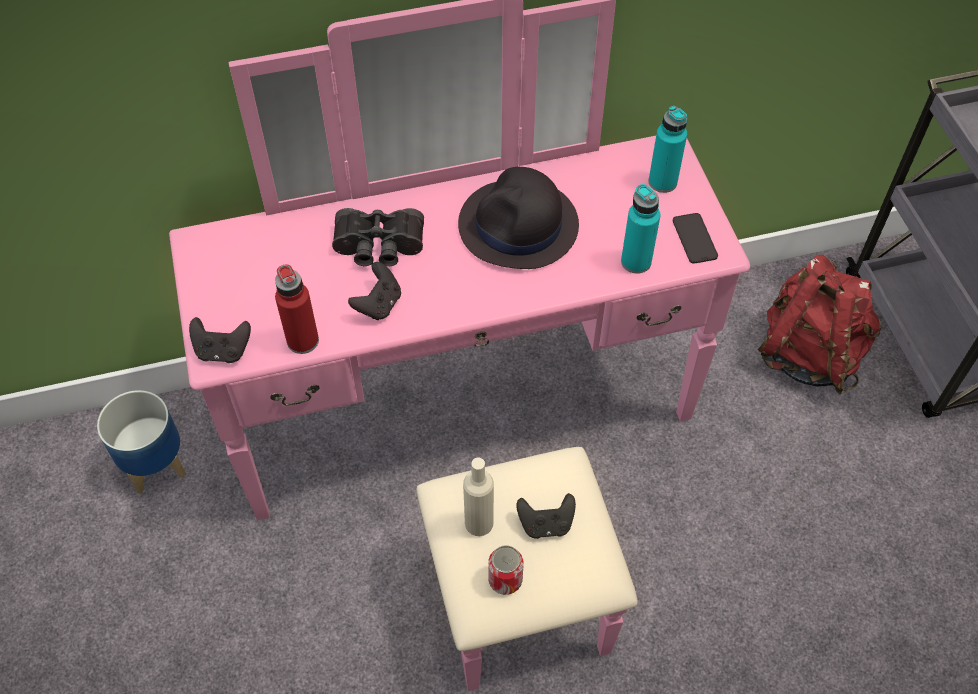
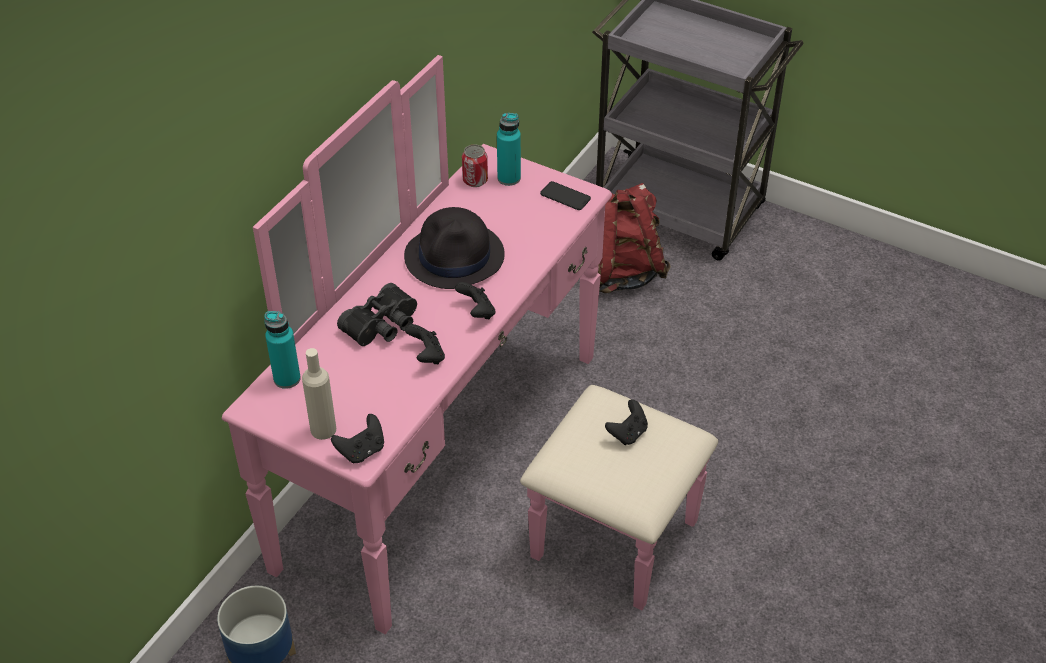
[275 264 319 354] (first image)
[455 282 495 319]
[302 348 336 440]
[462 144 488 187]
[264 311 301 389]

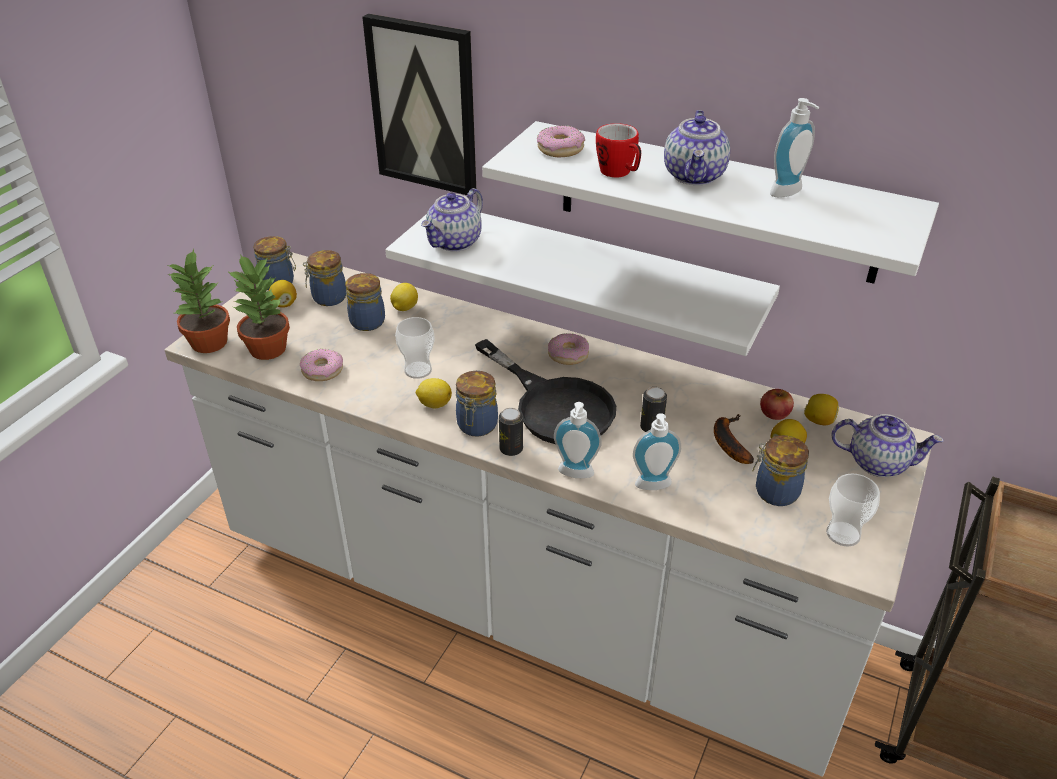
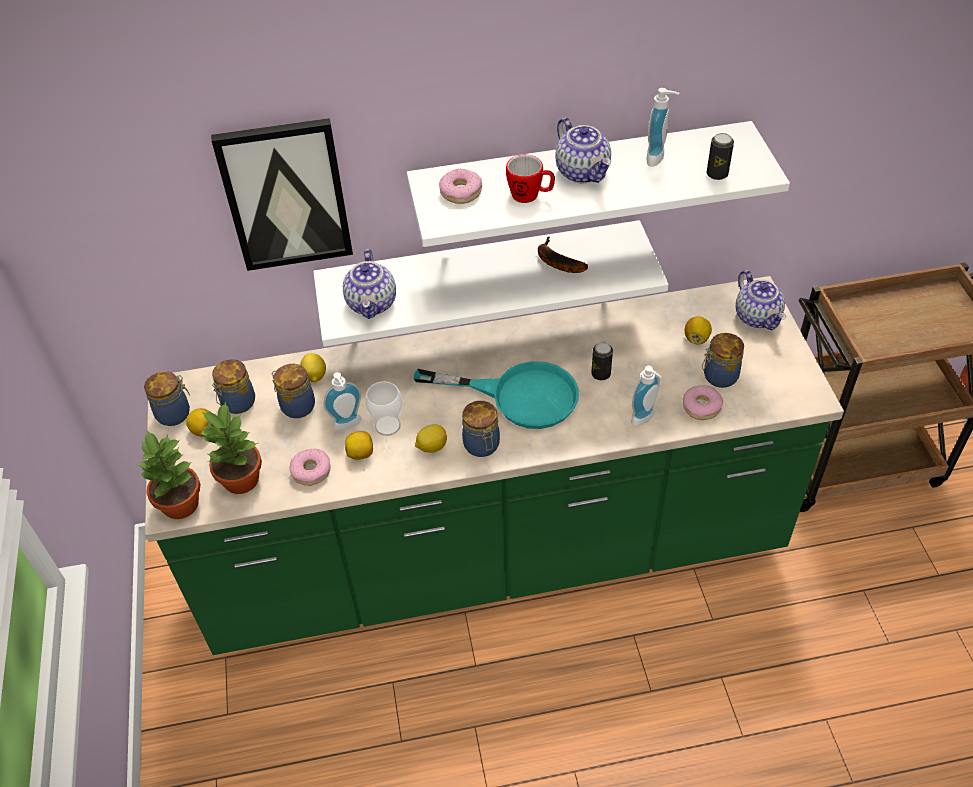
[760 389 794 420] (first image)
[826 473 880 547] (first image)
[707 133 734 180]
[683 385 723 420]
[323 372 362 431]
[538 236 588 273]
[345 431 373 460]
[145 276 844 655]
[414 361 579 429]
[736 270 786 330]

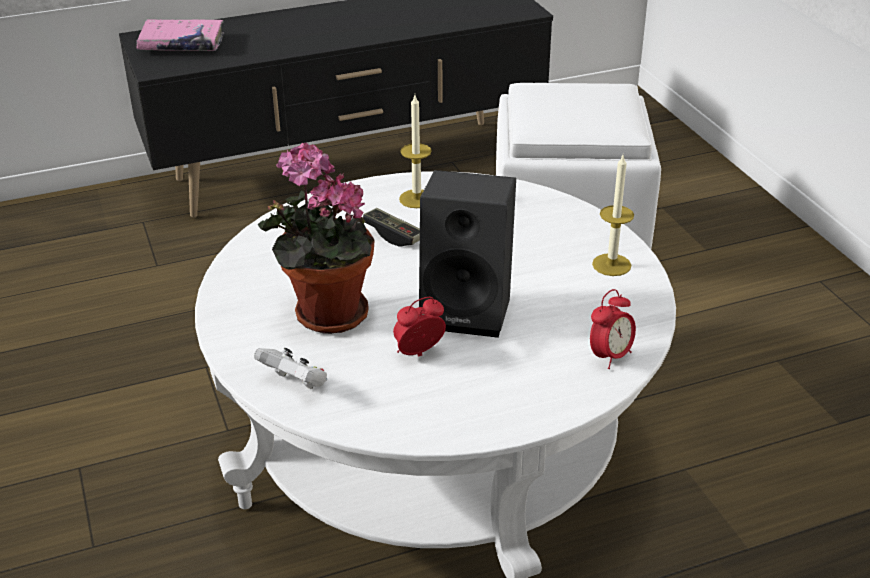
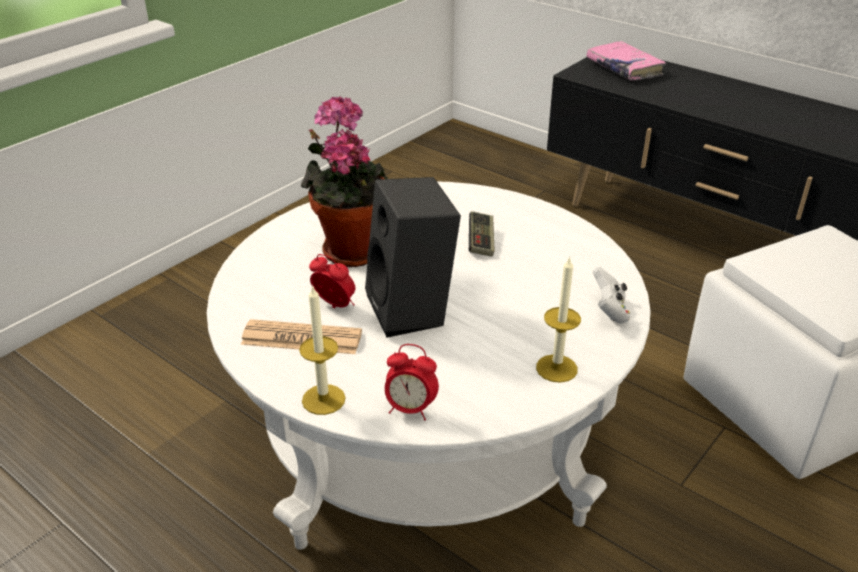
[241 319 362 354]
[592 267 630 324]
[299 287 346 415]

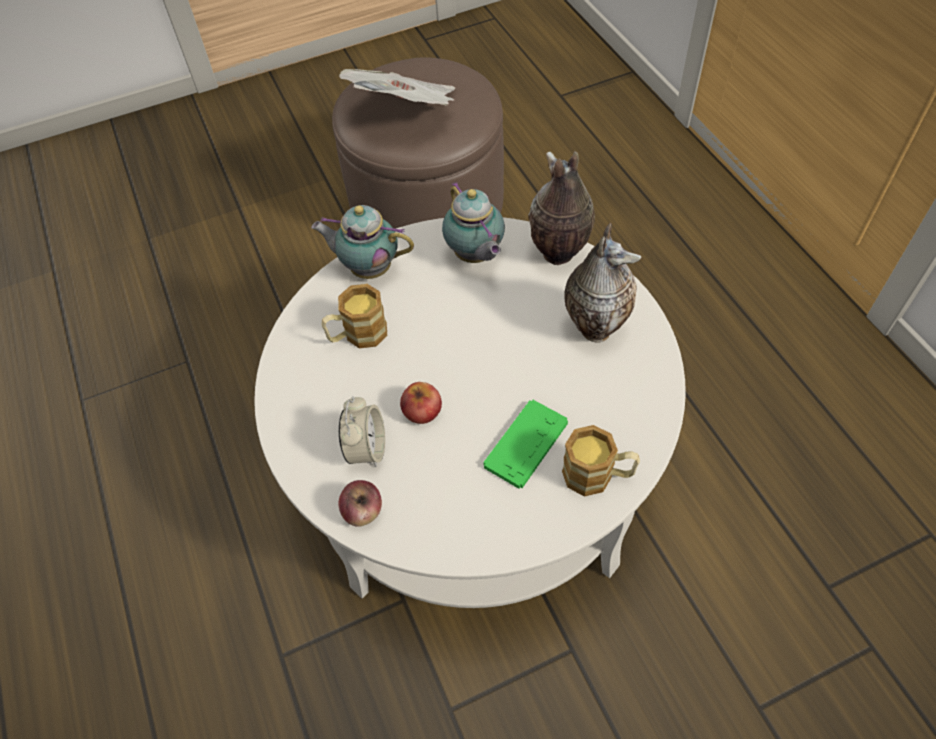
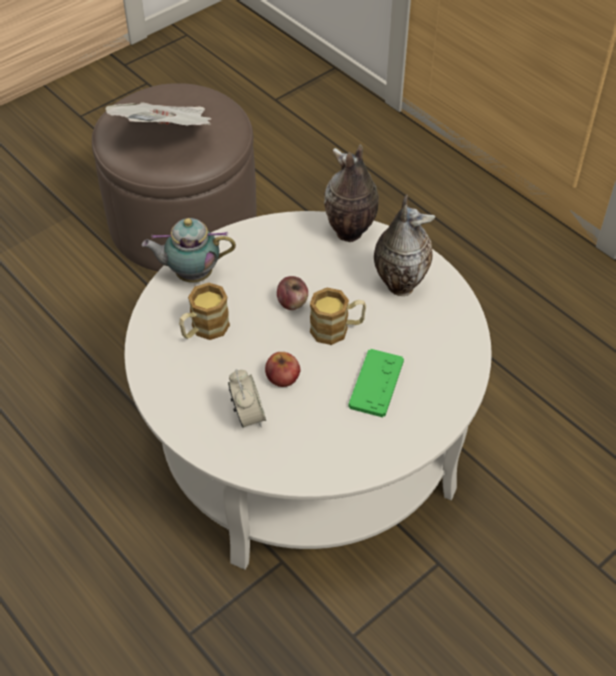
[442 181 505 263] (first image)
[277 276 308 310]
[310 288 366 345]

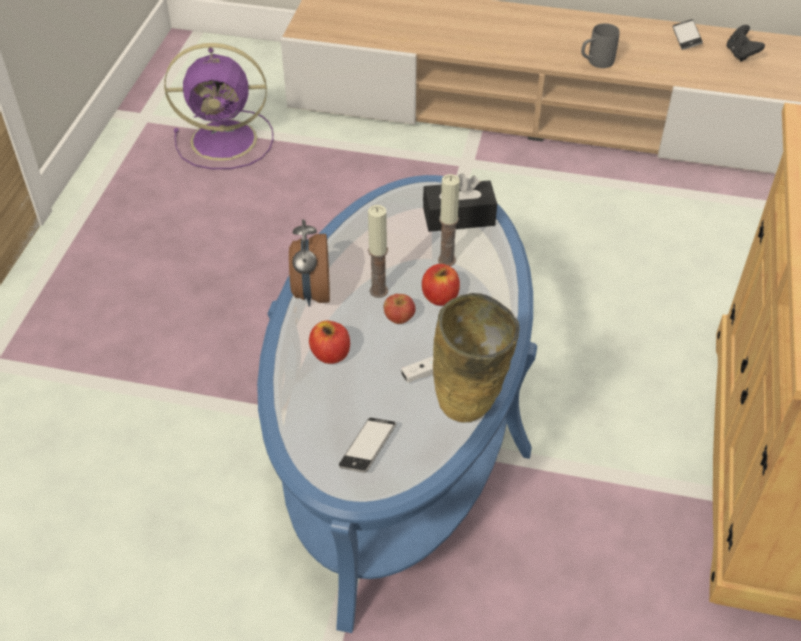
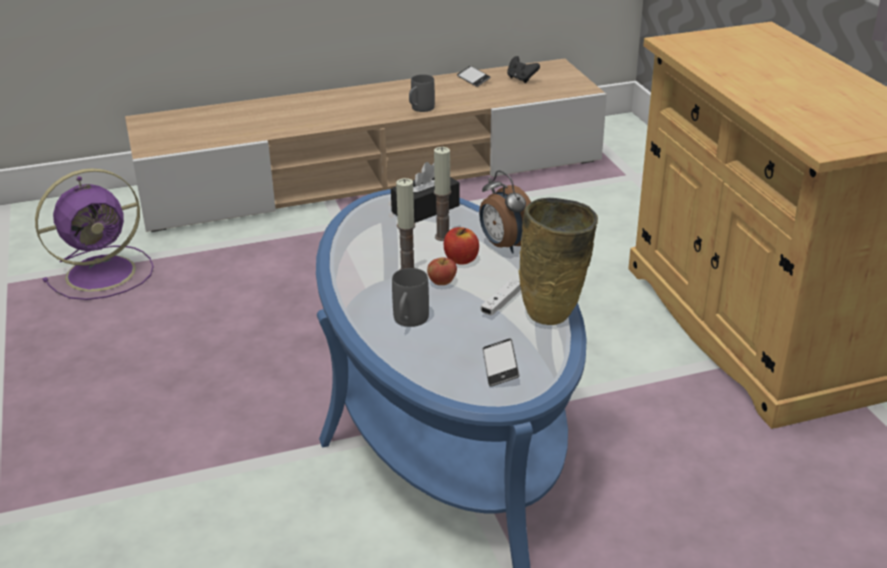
[479 170 531 254]
[392 268 429 327]

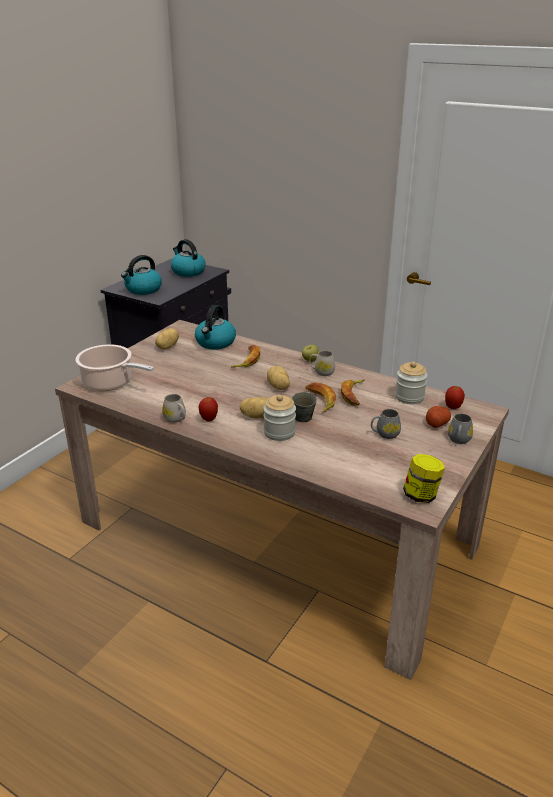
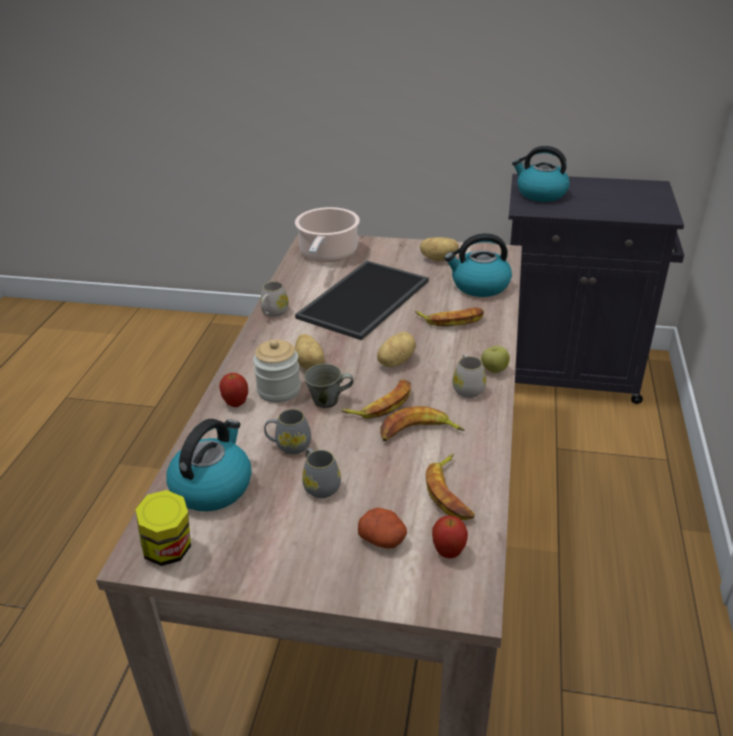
[295 261 429 340]
[166 419 252 511]
[219 373 248 407]
[264 409 311 454]
[426 454 475 520]

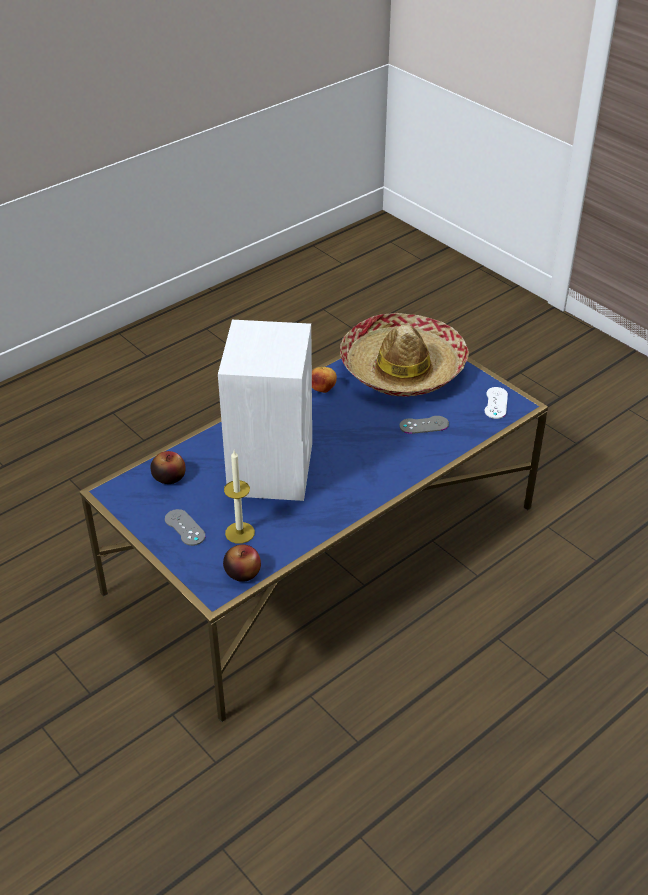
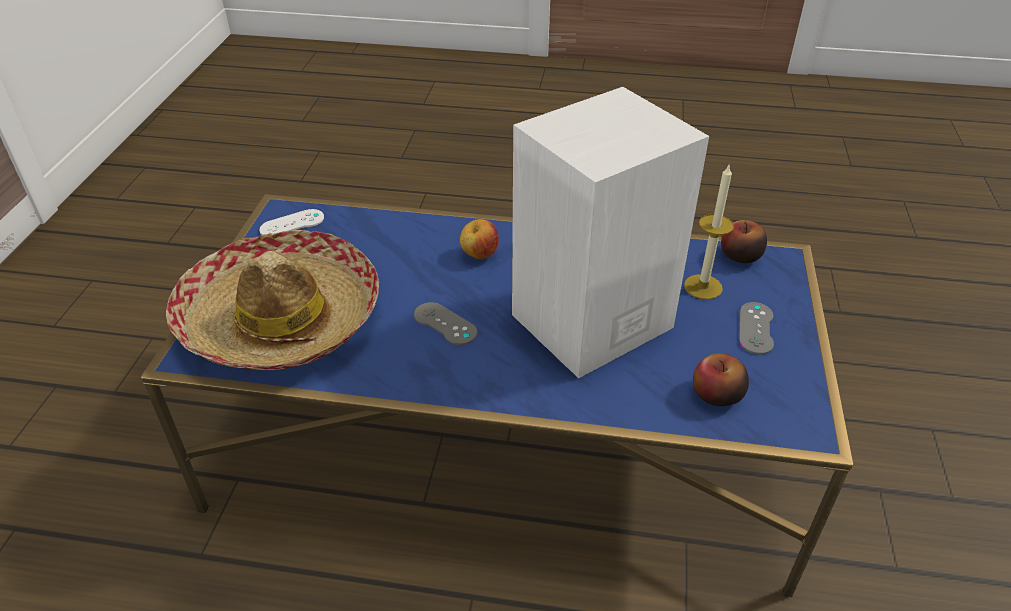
[459 219 499 259]
[414 302 477 345]

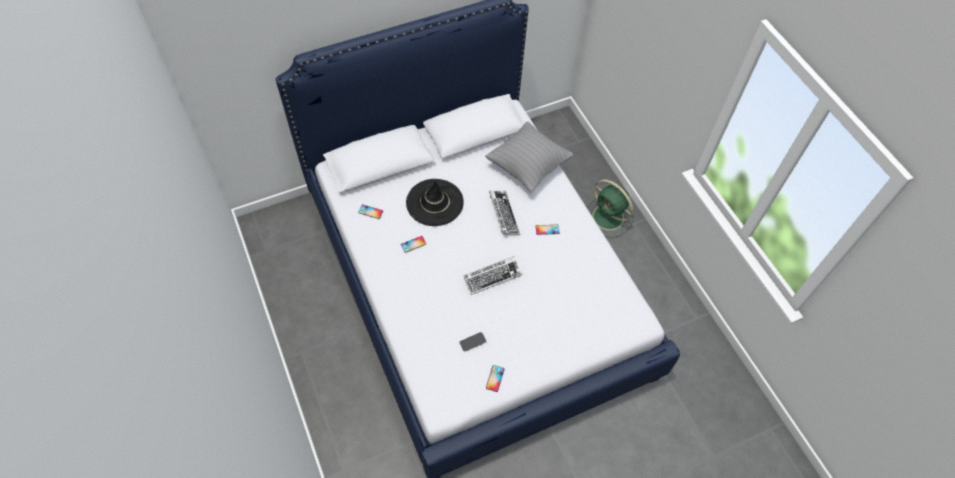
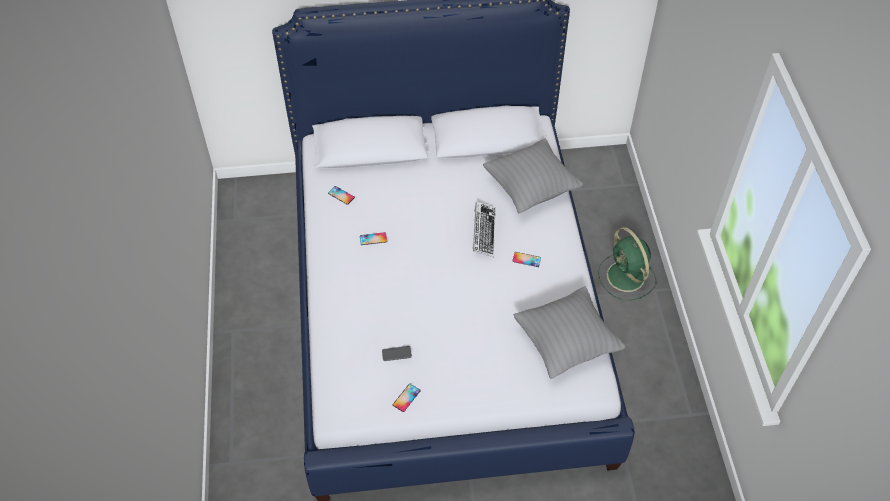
[406 179 464 226] (first image)
[464 256 522 295] (first image)
[513 286 625 379]

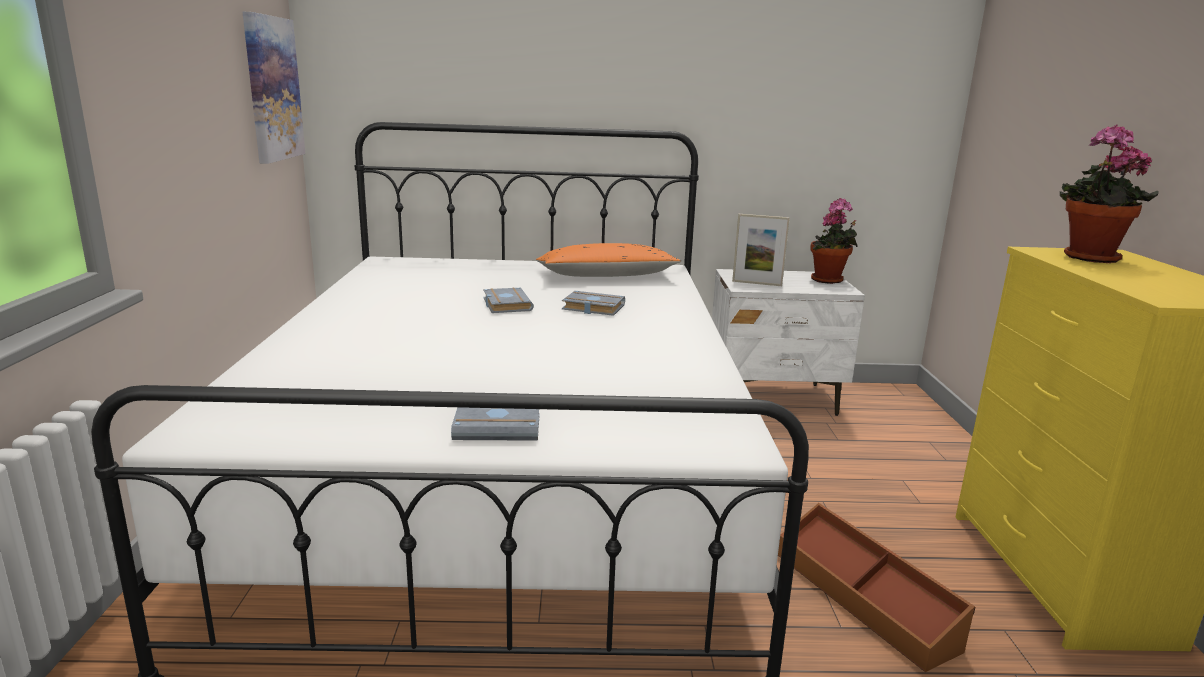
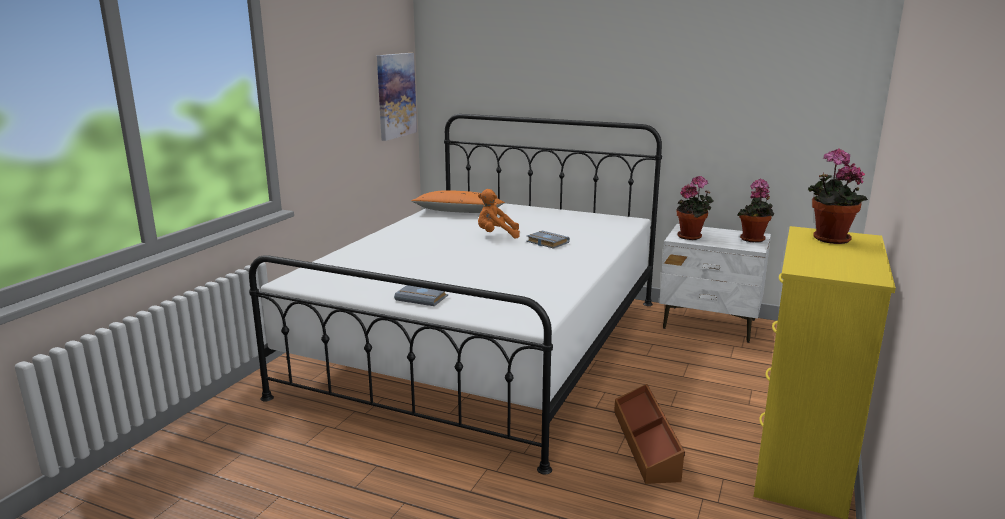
[411 190 505 213]
[478 189 520 239]
[677 176 714 240]

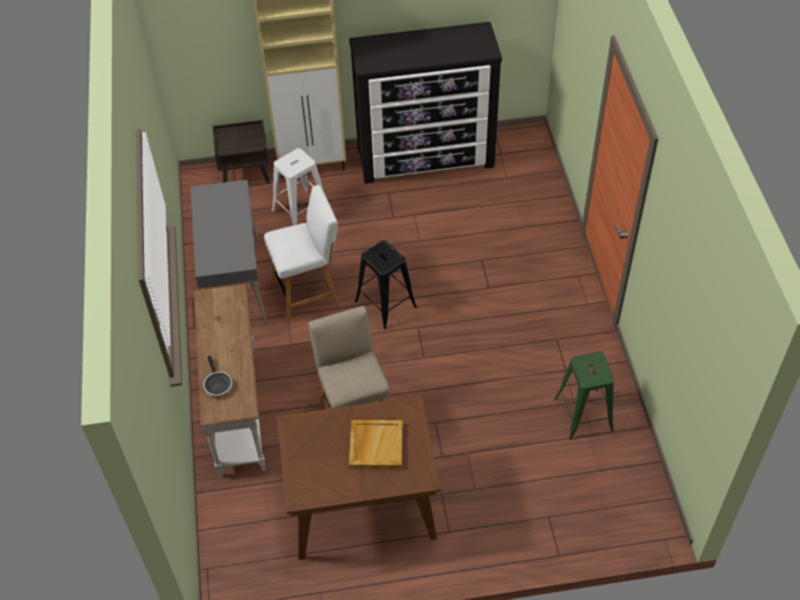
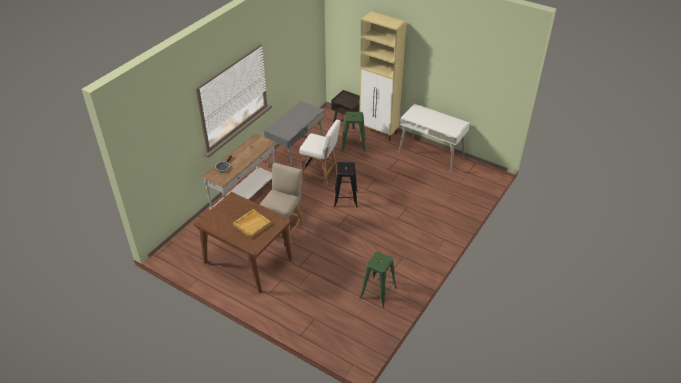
[398 104 470 174]
[342 112 366 153]

